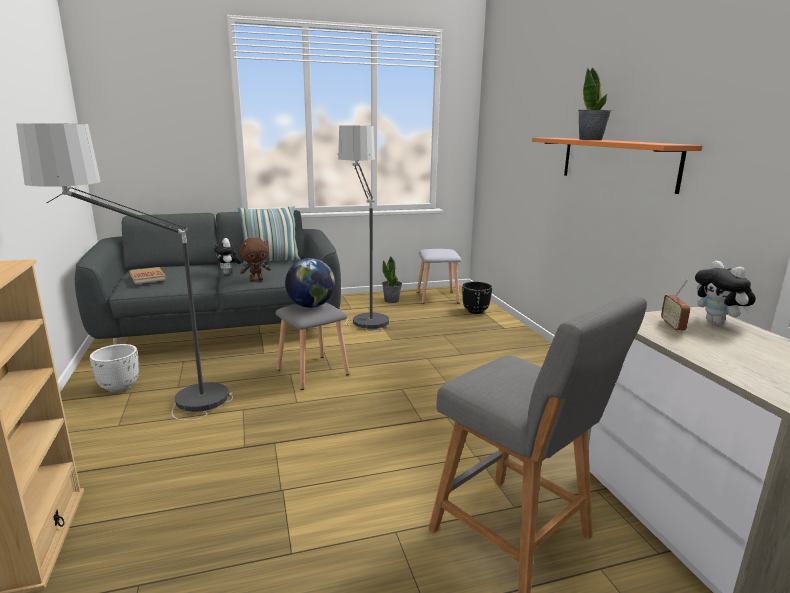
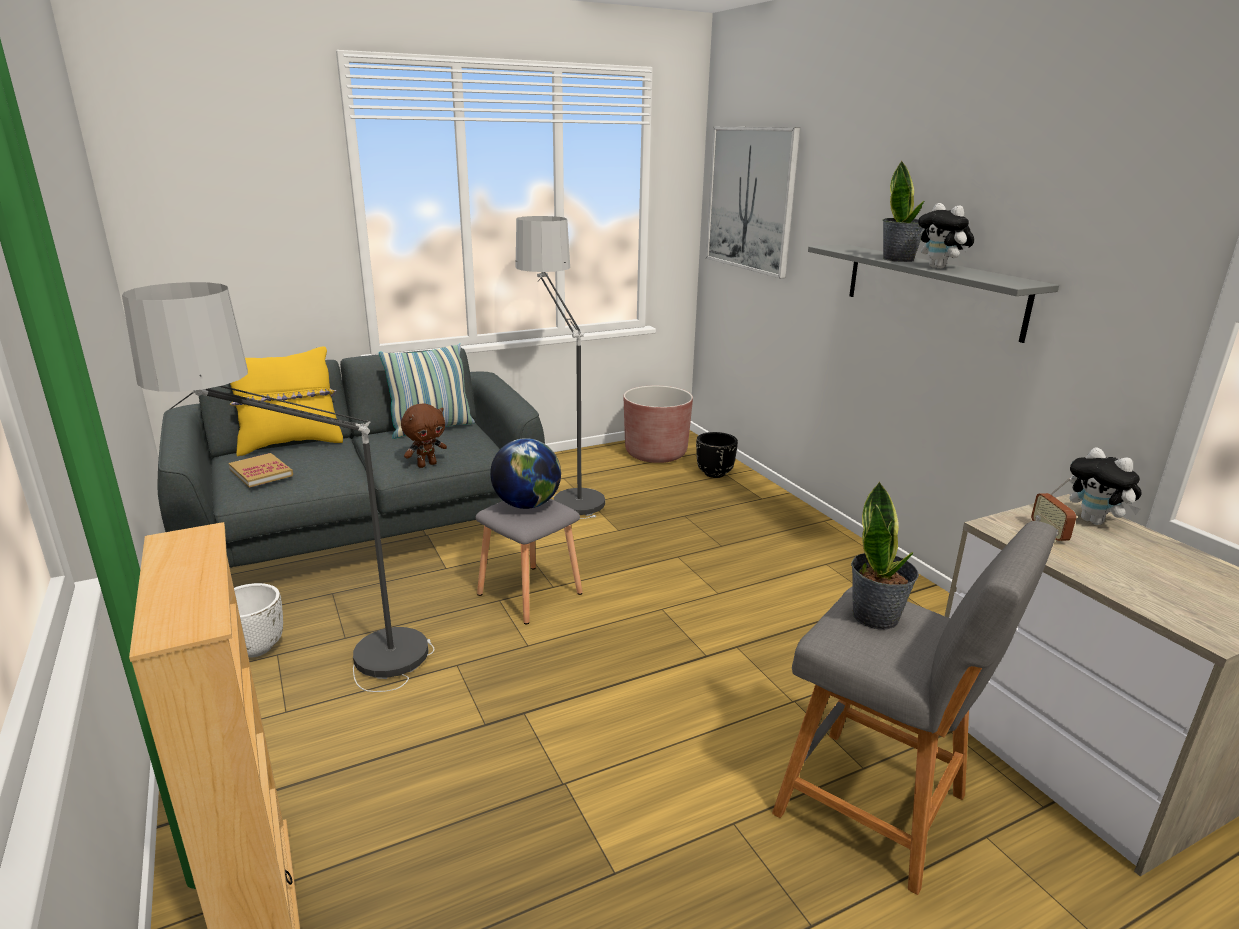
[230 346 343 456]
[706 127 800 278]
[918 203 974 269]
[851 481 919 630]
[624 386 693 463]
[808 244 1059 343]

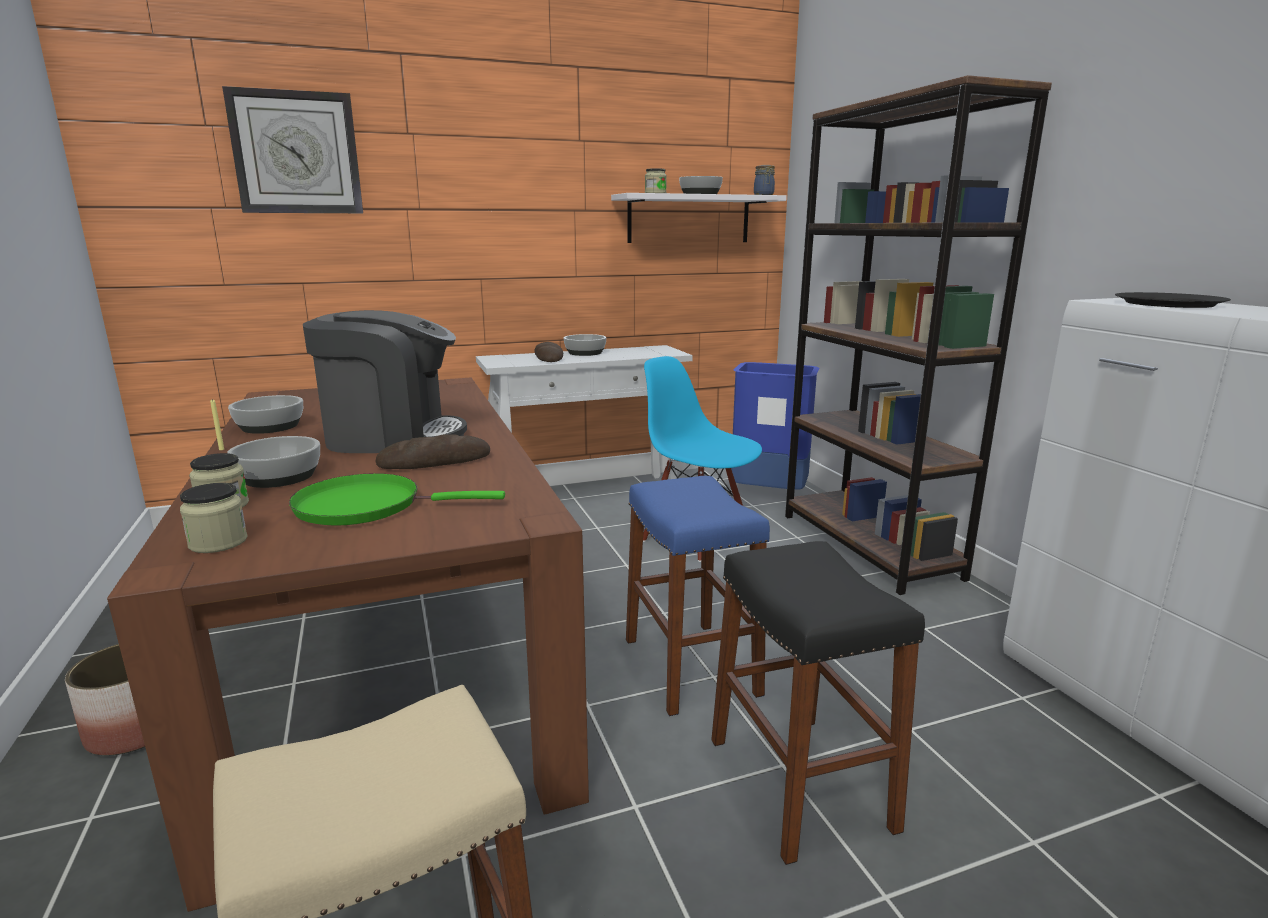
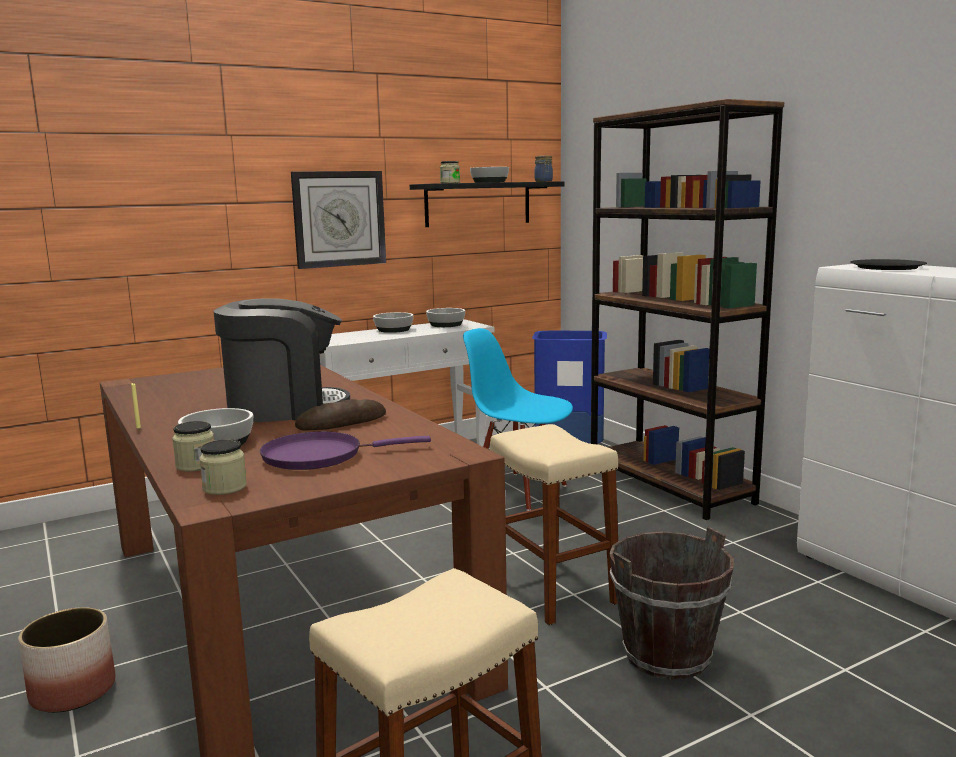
[534 342 563 362] (first image)
[291 171 386 269]
[426 308 465 327]
[609 527 734 680]
[260 432 431 470]
[410 181 565 227]
[490 424 618 625]

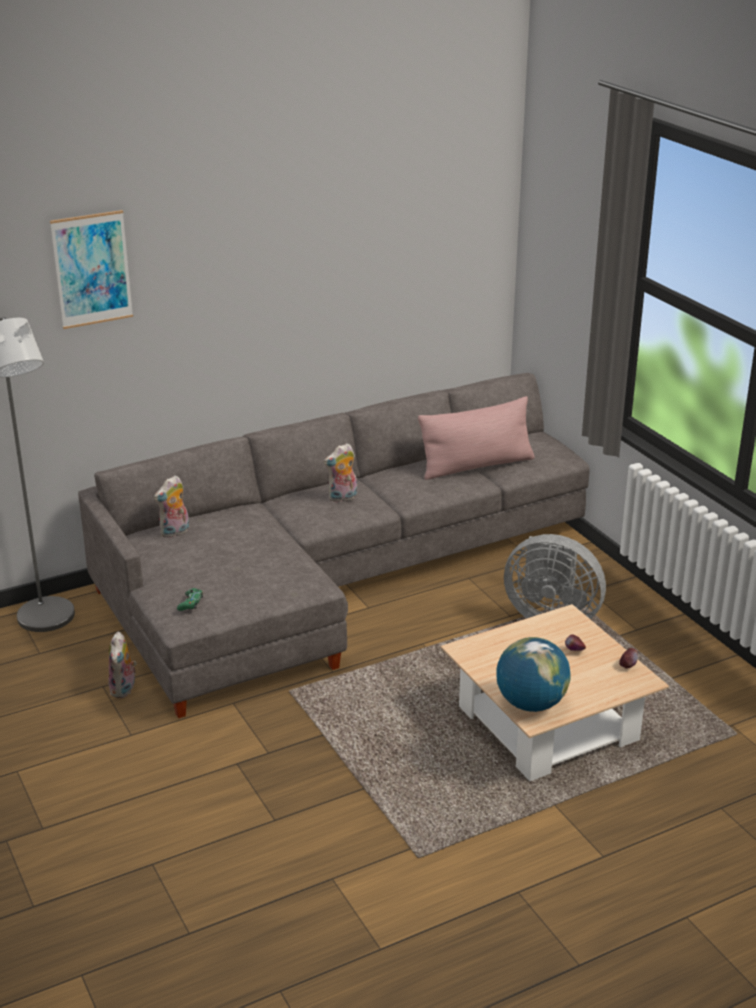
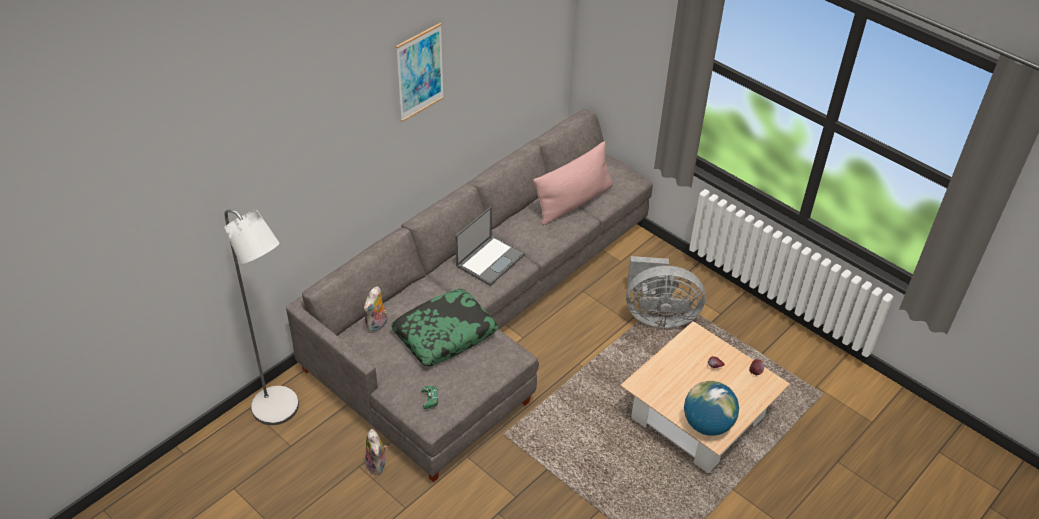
[391 289 498 366]
[396 23 444 122]
[455 206 525 286]

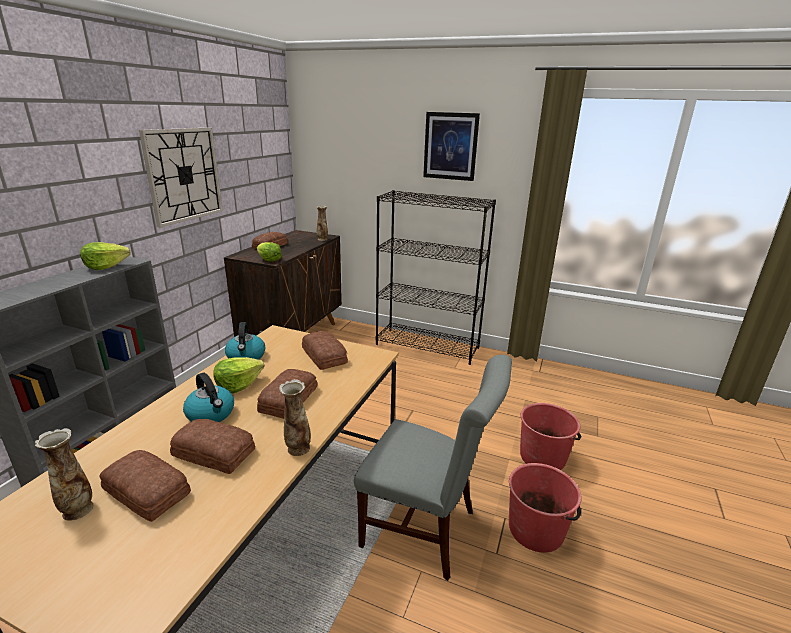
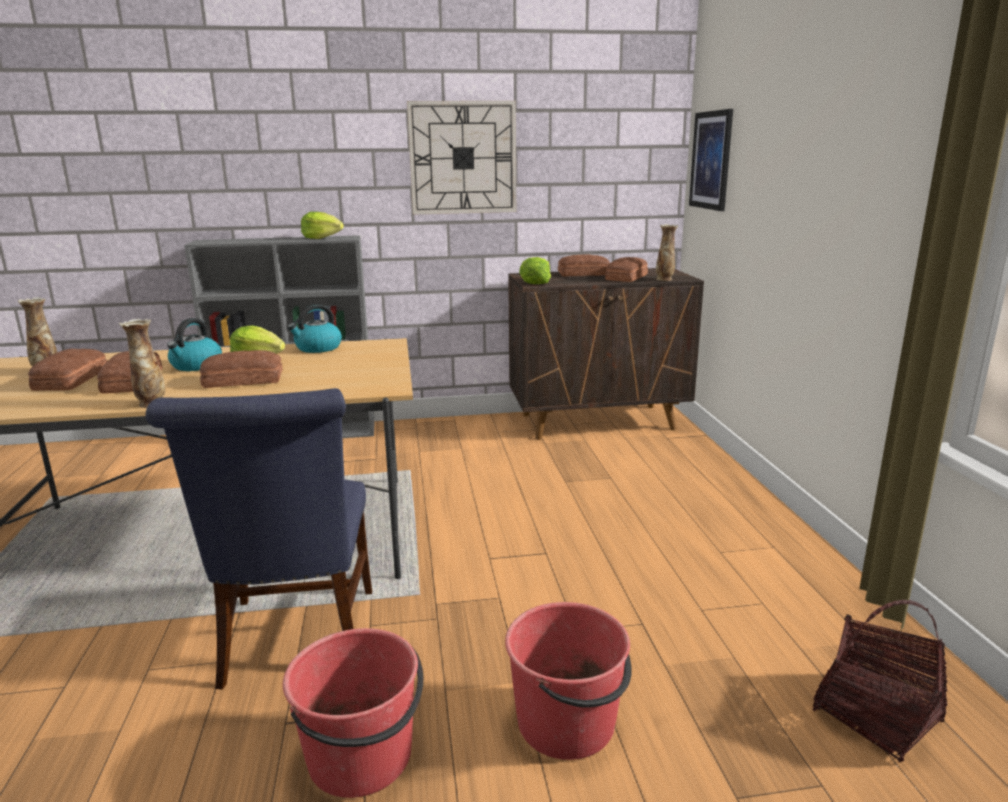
[376 190 496 365] (first image)
[813 600 947 762]
[605 257 648 282]
[689 109 733 211]
[145 388 372 690]

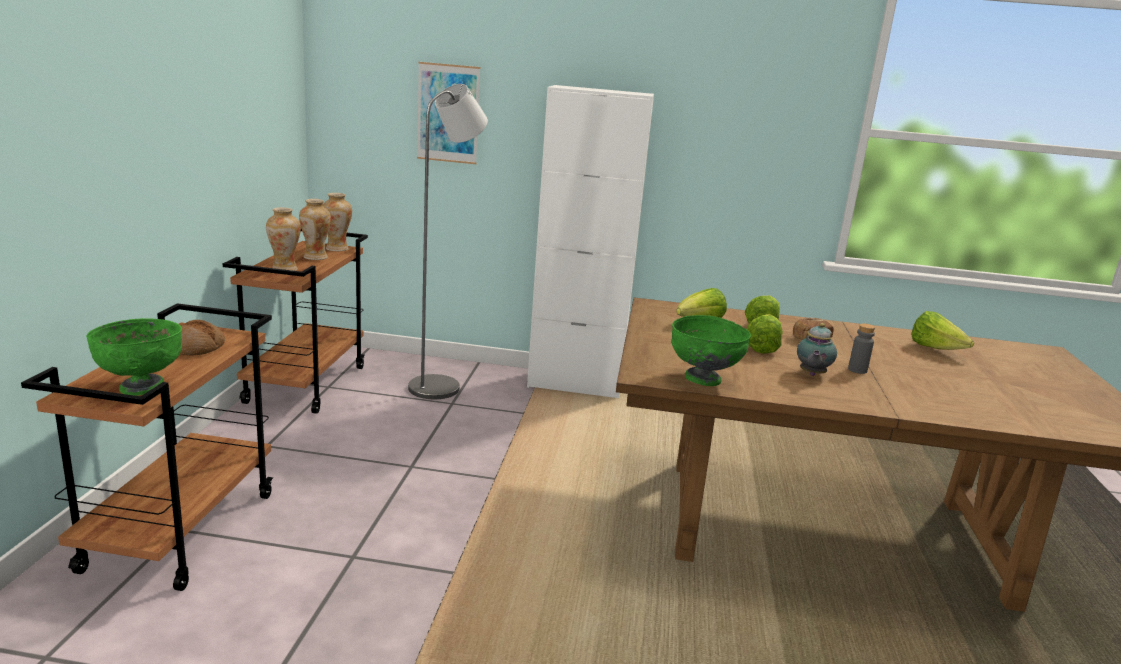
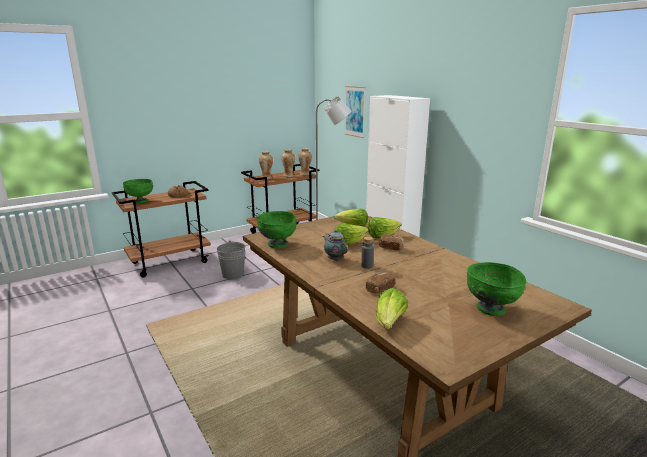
[217 241 246 279]
[366 272 395 294]
[467 262 527 316]
[376 288 408 329]
[323 229 348 261]

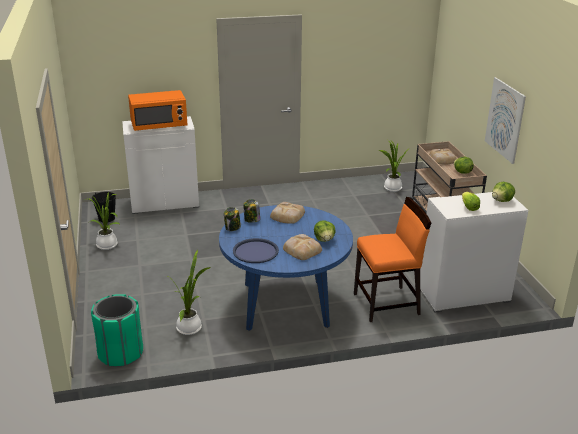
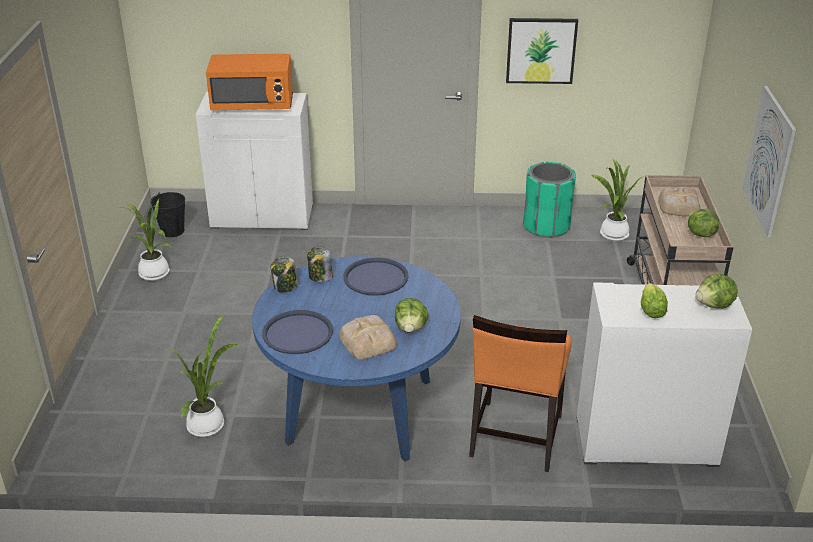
[506 18 578 84]
[523 162 576 238]
[343 258 409 296]
[469 315 572 472]

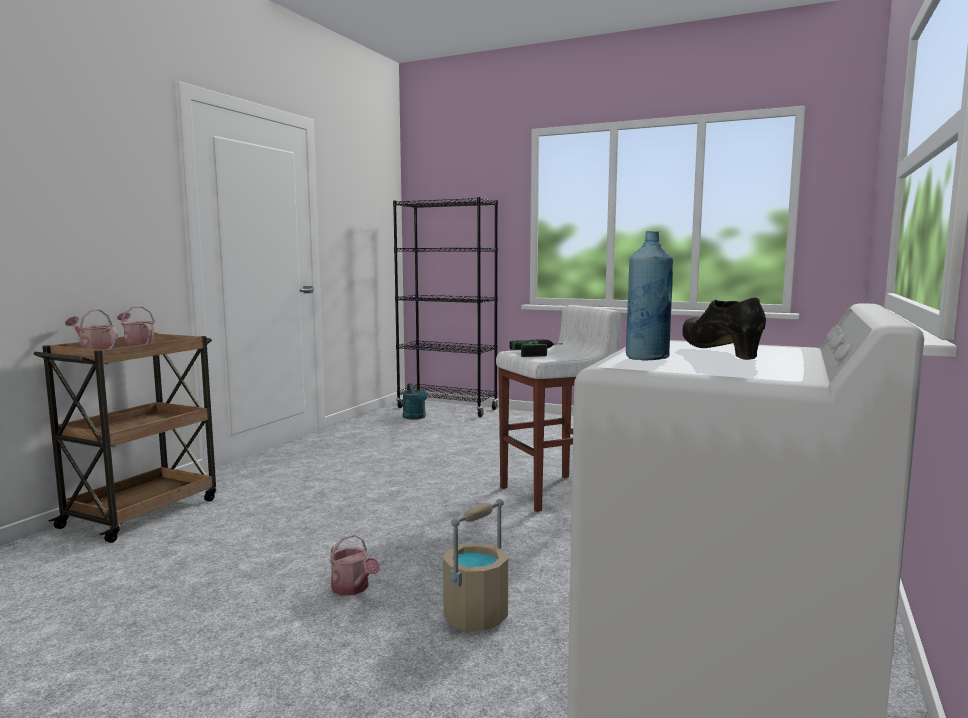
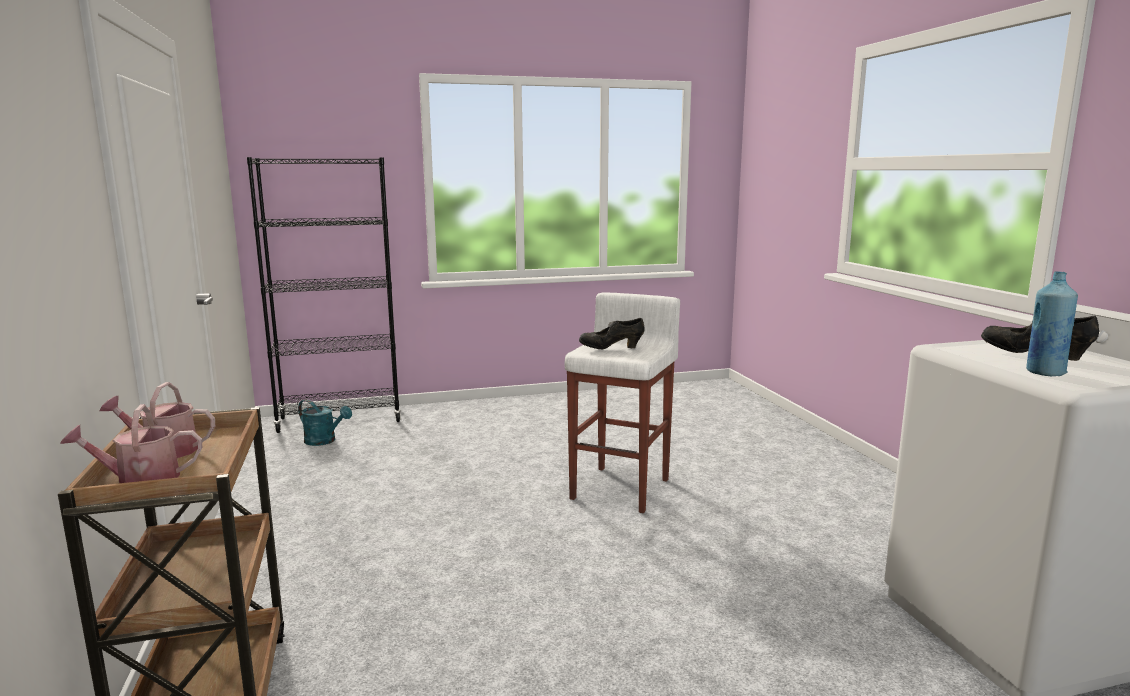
[330 534 380 596] (first image)
[443 499 508 631] (first image)
[579 318 645 349]

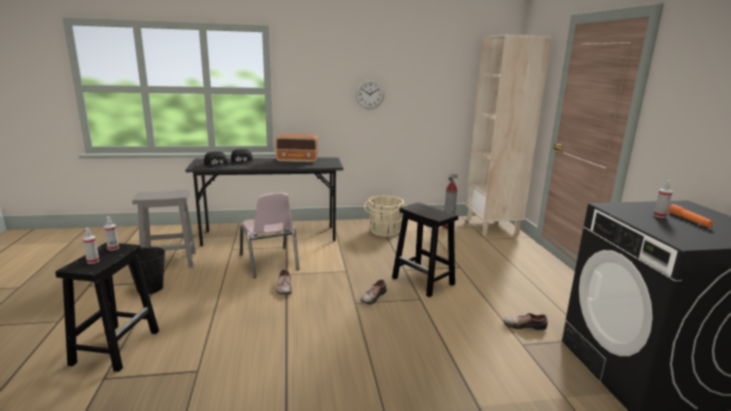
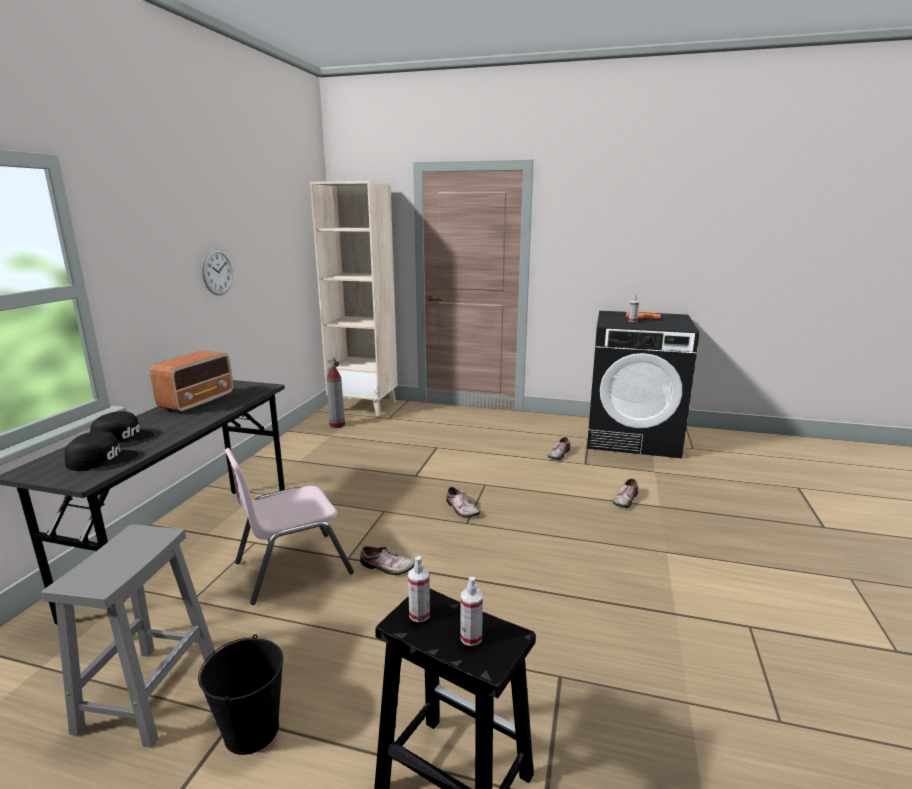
[364 195 404 237] (first image)
[392 202 458 297] (first image)
[612 478 638 508]
[224 448 354 605]

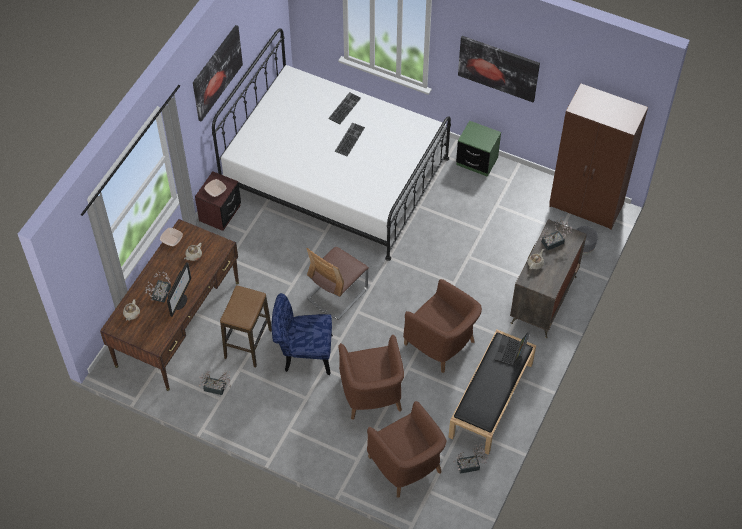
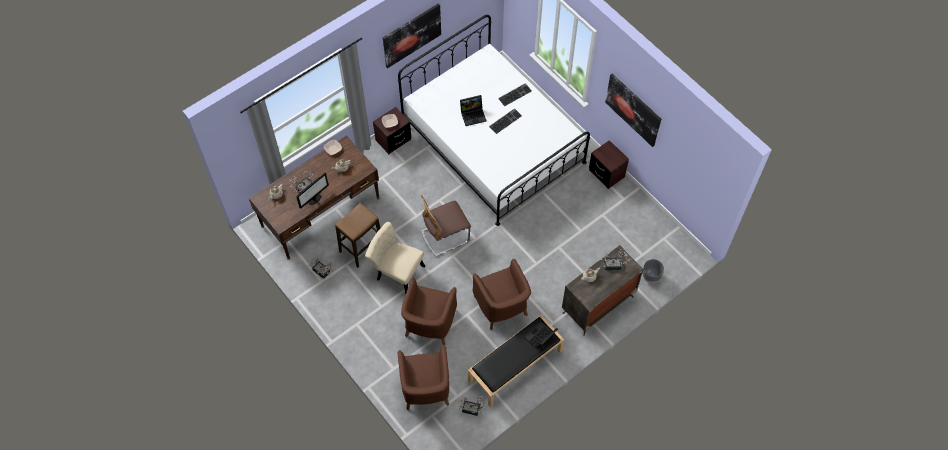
[549 84 648 230] (first image)
[460 95 487 126]
[365 222 425 295]
[589 140 629 189]

